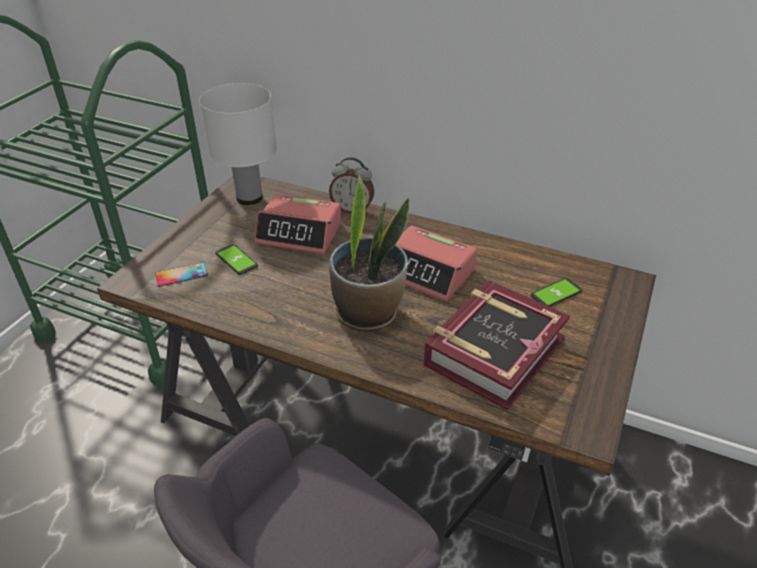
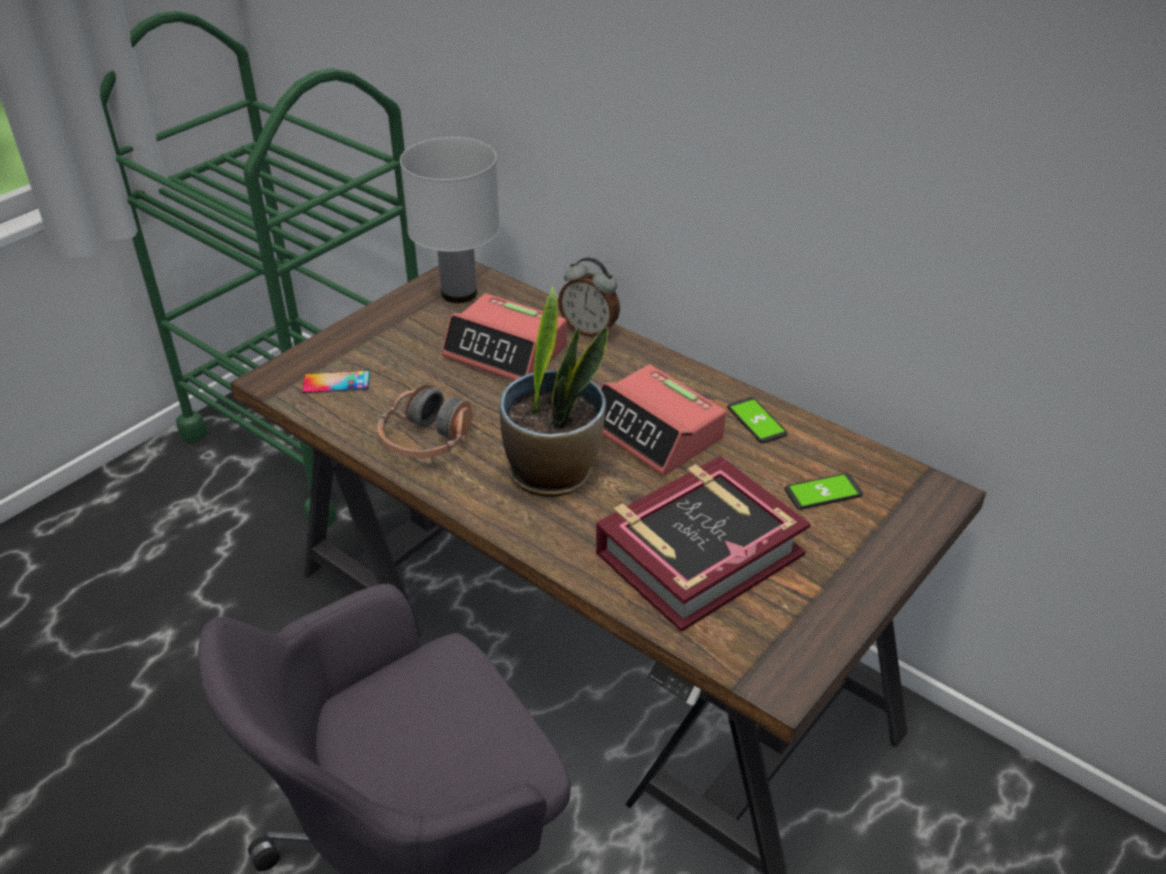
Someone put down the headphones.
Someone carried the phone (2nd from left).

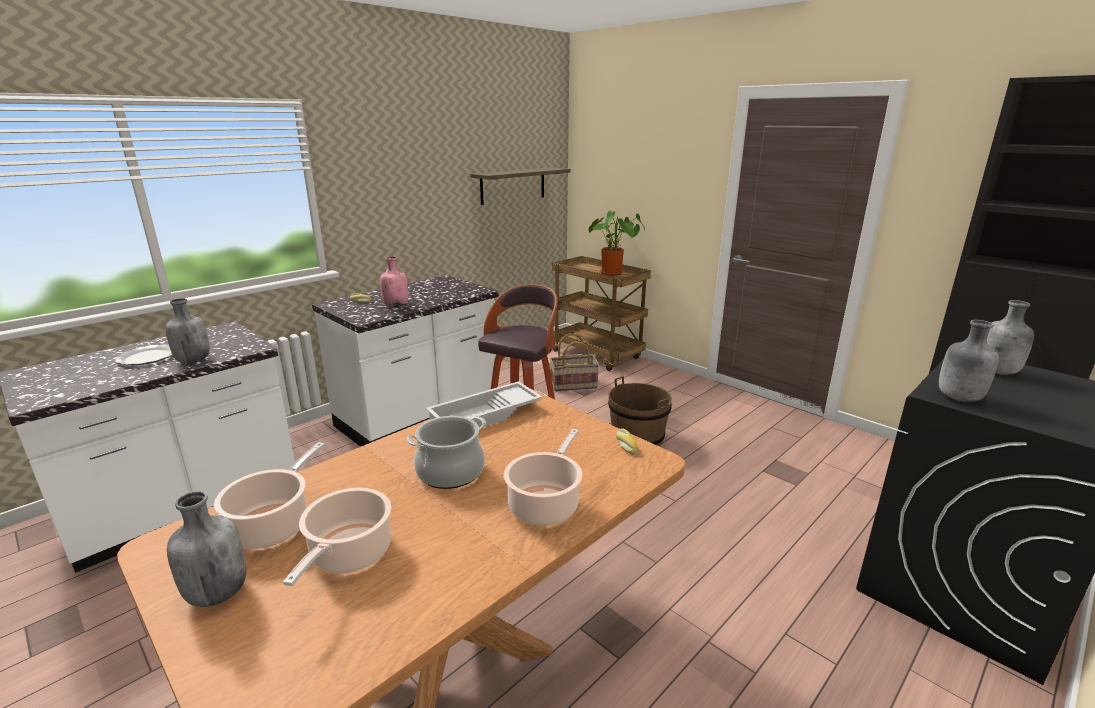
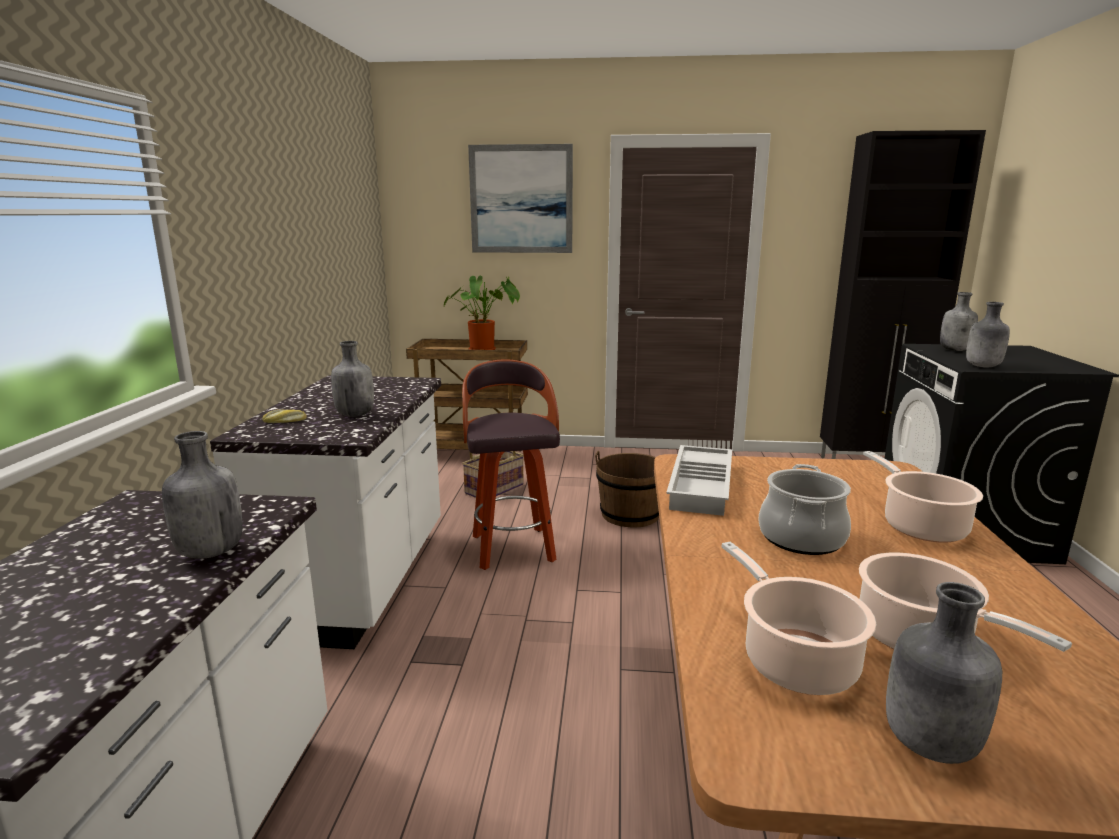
Someone took away the plate.
Someone took away the shelf.
Someone took away the bread (2nd from left).
Someone put up the picture.
Someone repainted the bottle in pink, which became the bottle in grey (2nd from left).

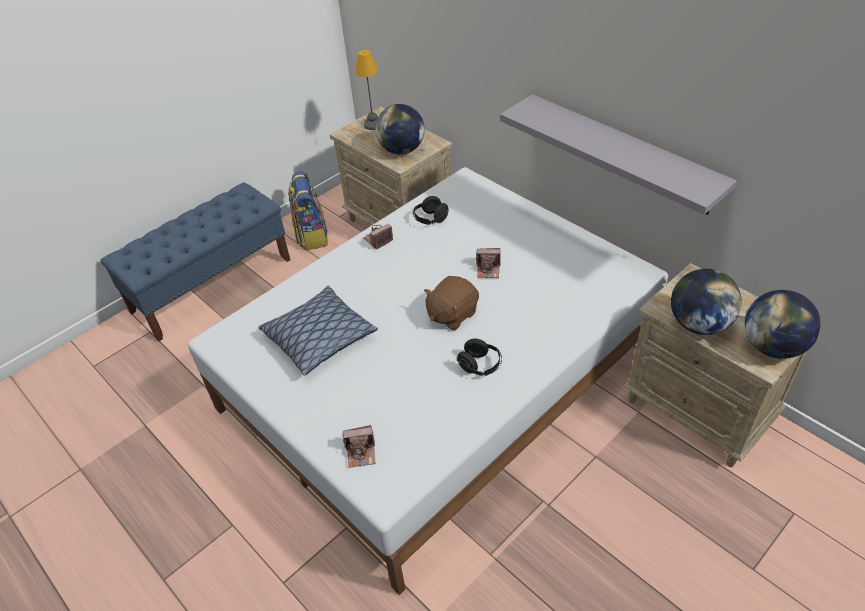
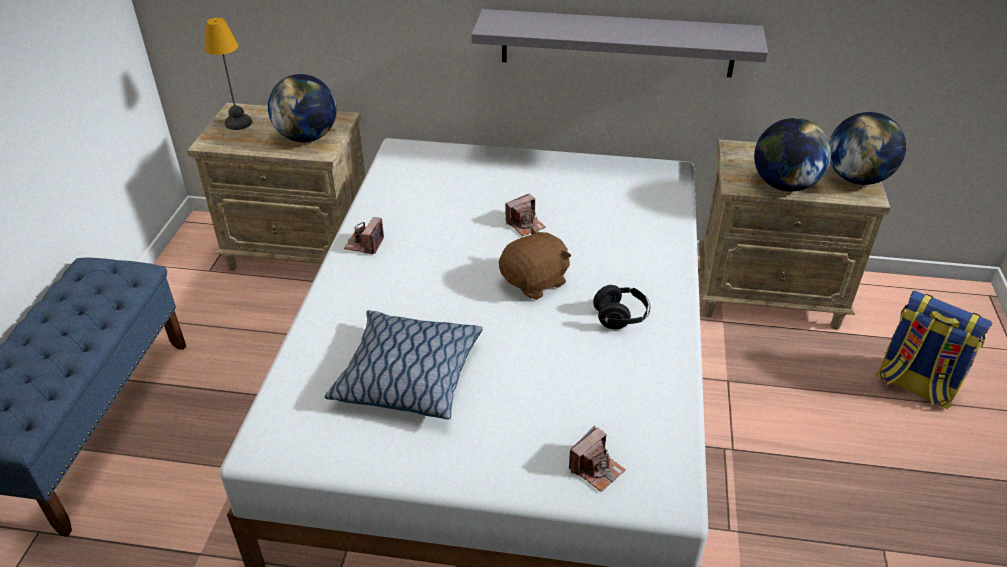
Someone took away the headphones in black (1st from left).
Someone carried the backpack.
Someone rotated the plush toy in brown by 135 degrees counterclockwise.

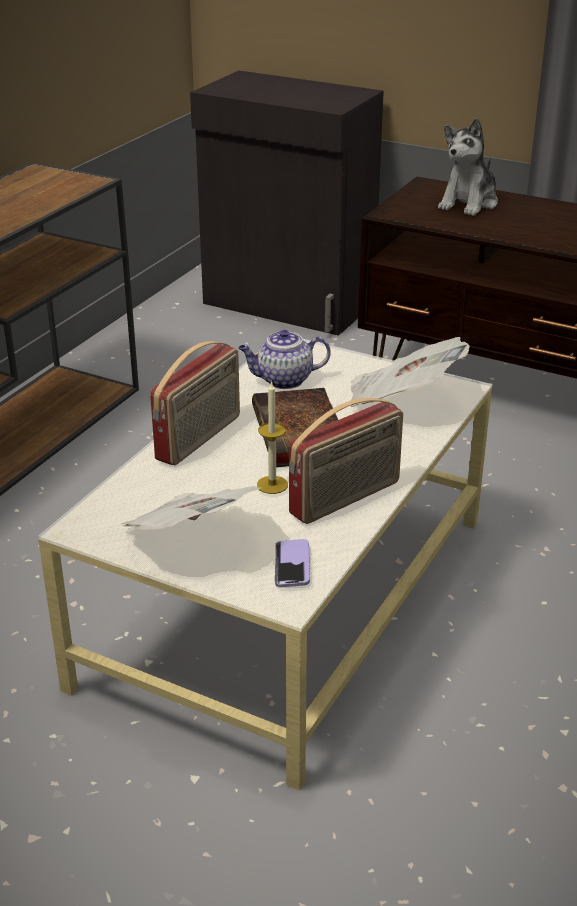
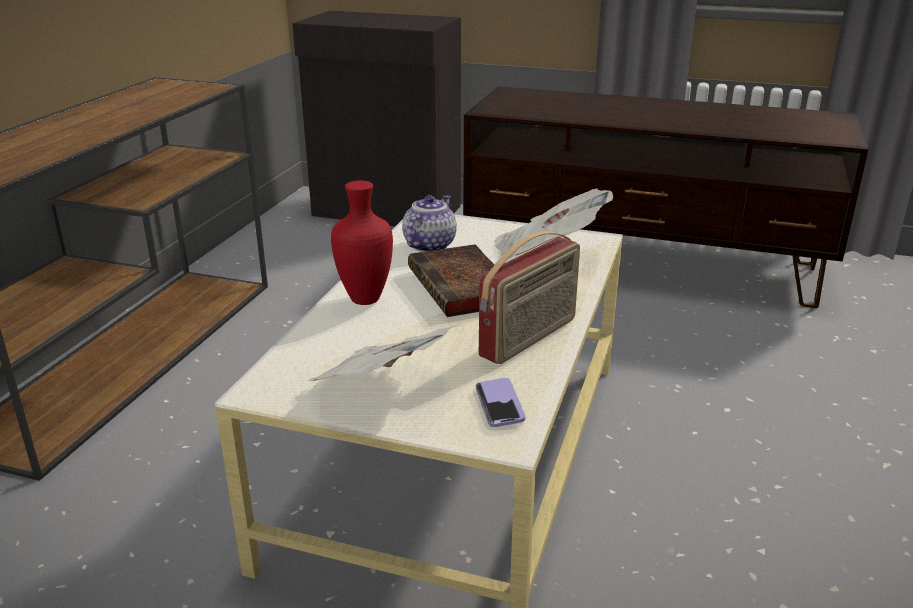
Someone took away the candle.
Someone took away the plush toy.
Someone swapped the radio (1st from left) for the vase in red.
Someone rotated the teapot by 135 degrees clockwise.

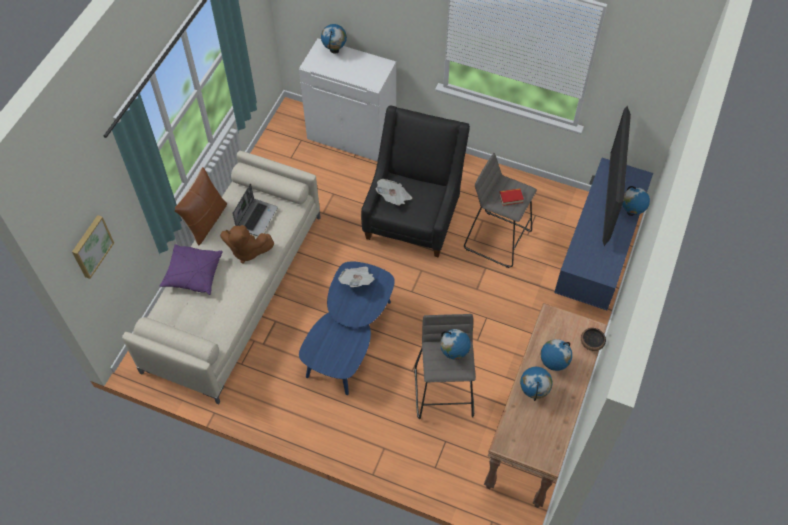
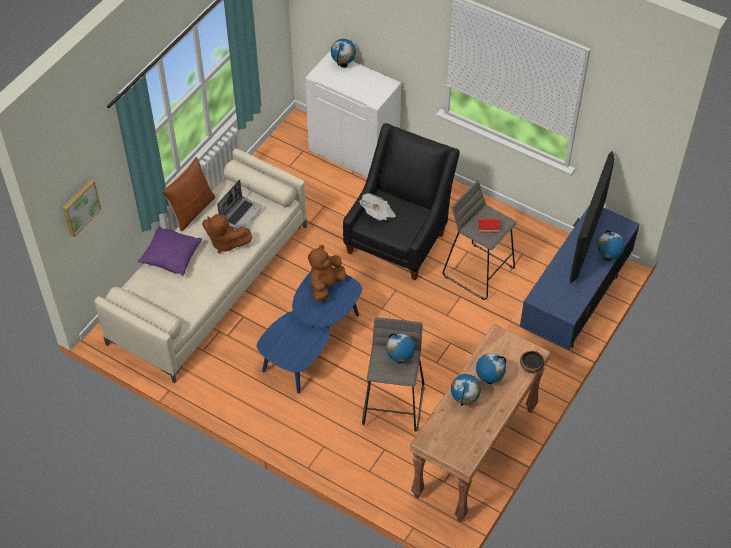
Someone swapped the newspaper (1st from left) for the plush toy in brown (2nd from left).

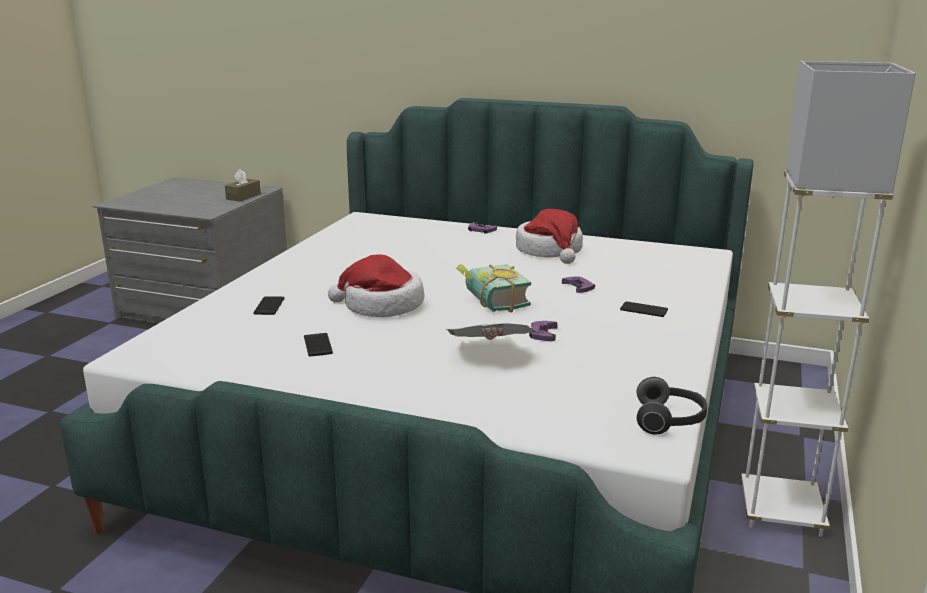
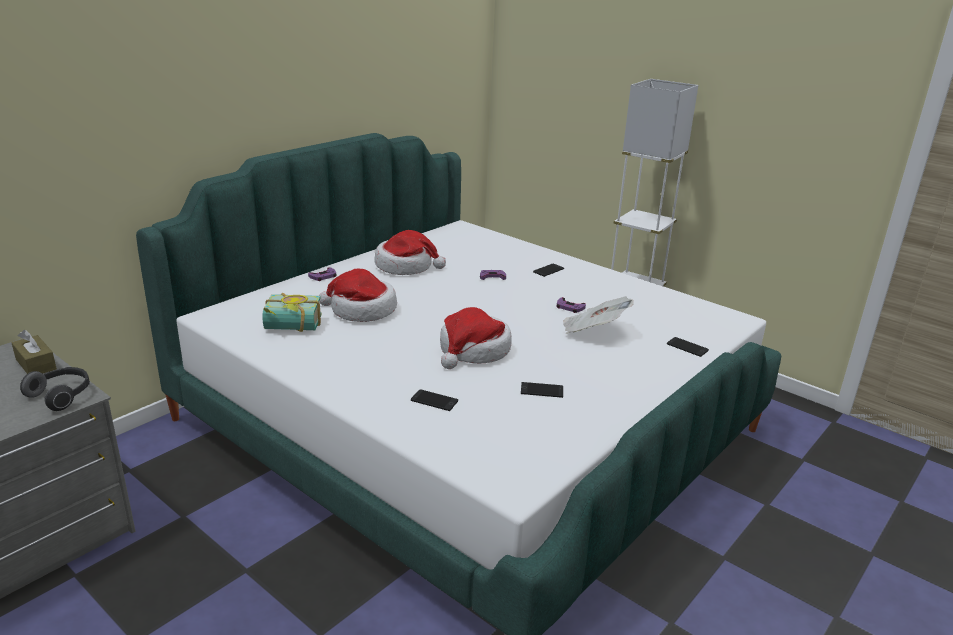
Someone put down the hat (1st from left).
Someone put down the phone (4th from left).
Someone carried the book.
Someone carried the headphones.

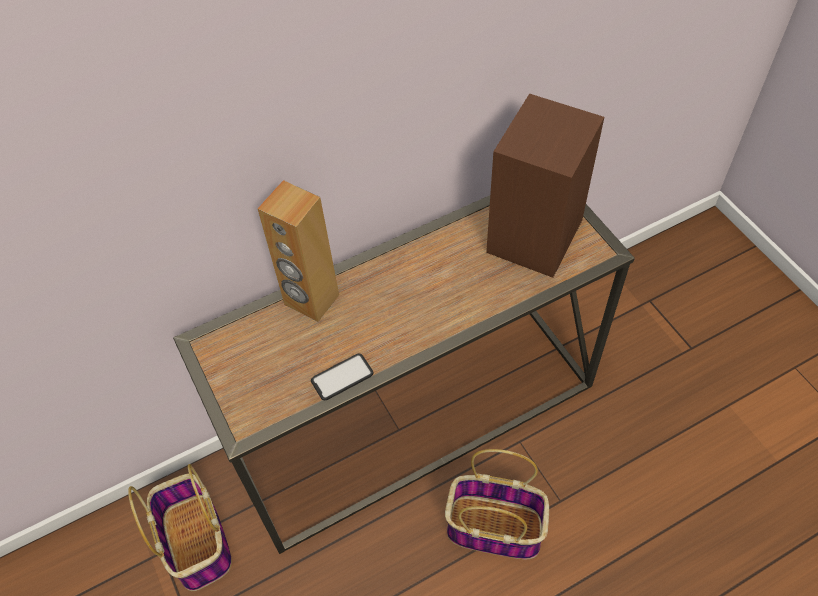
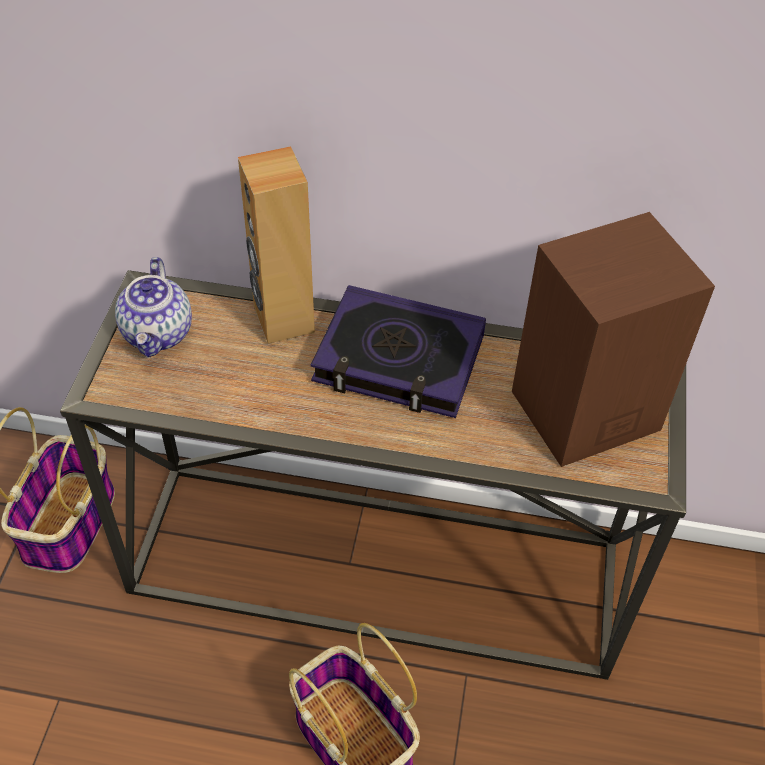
Someone took away the phone.
Someone put down the teapot.
Someone put down the book.

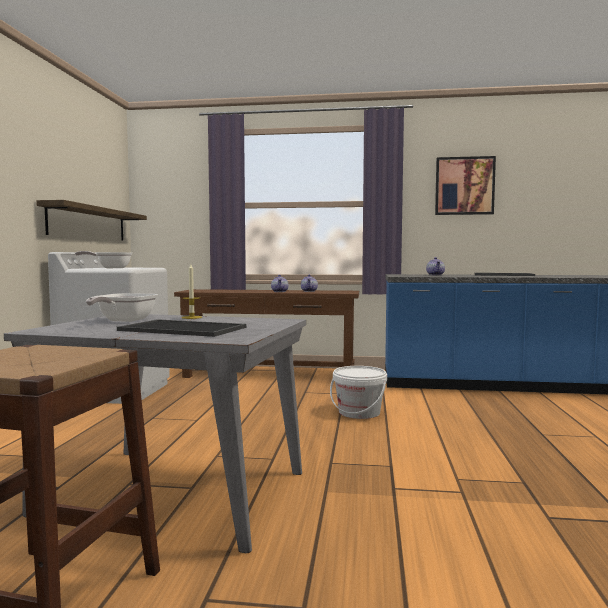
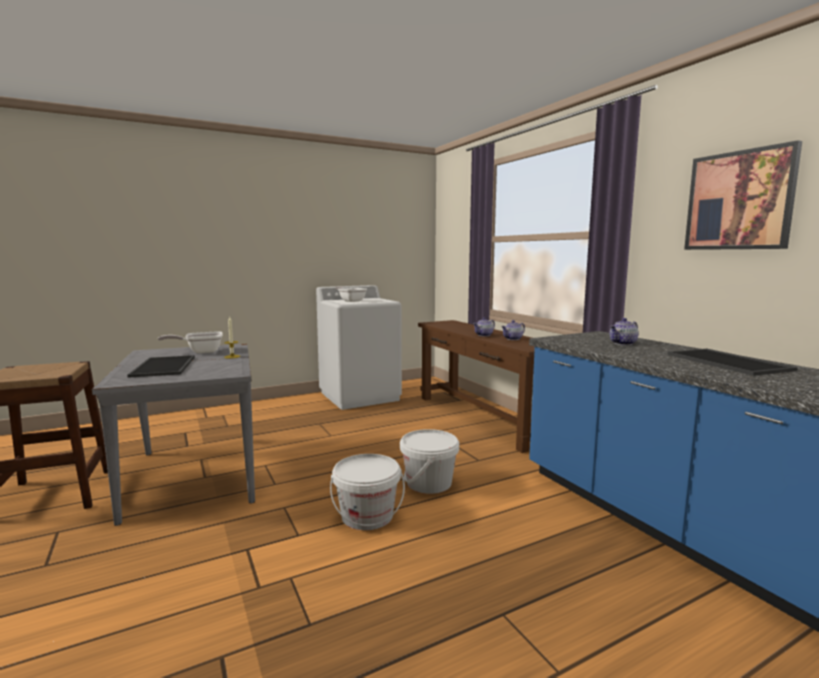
Someone took away the shelf.
Someone put down the bucket in white (1st from left).

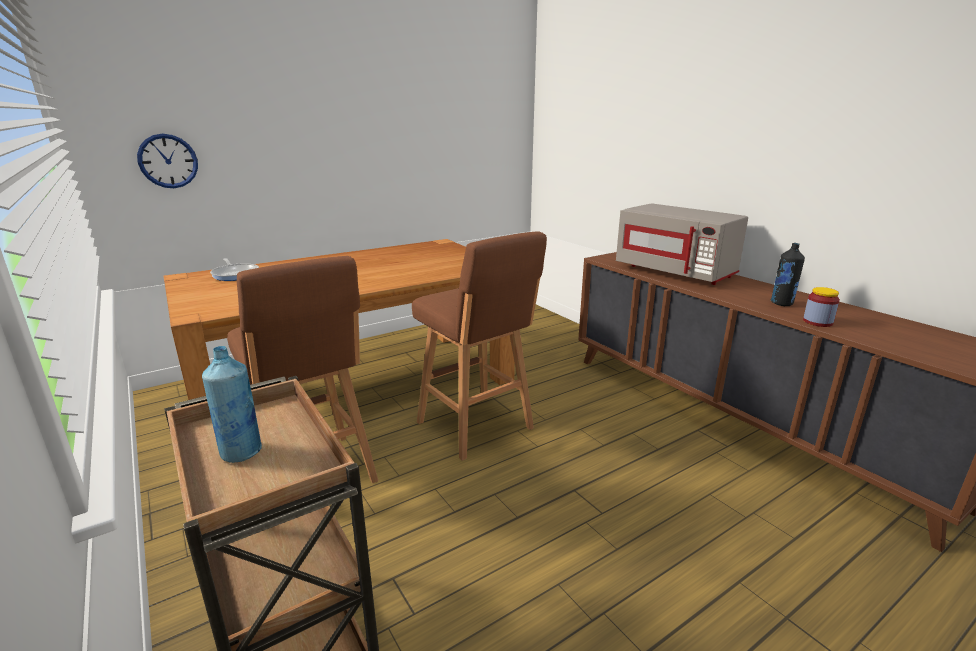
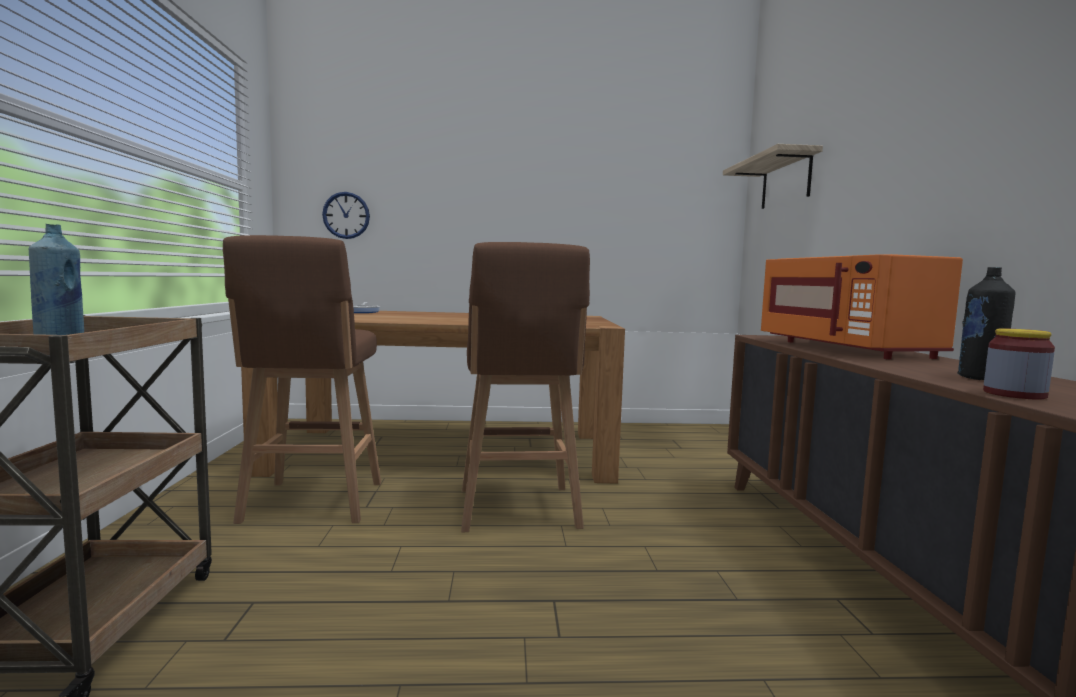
Someone put up the shelf.
Someone repainted the microwave in grey, which became the microwave in orange.

